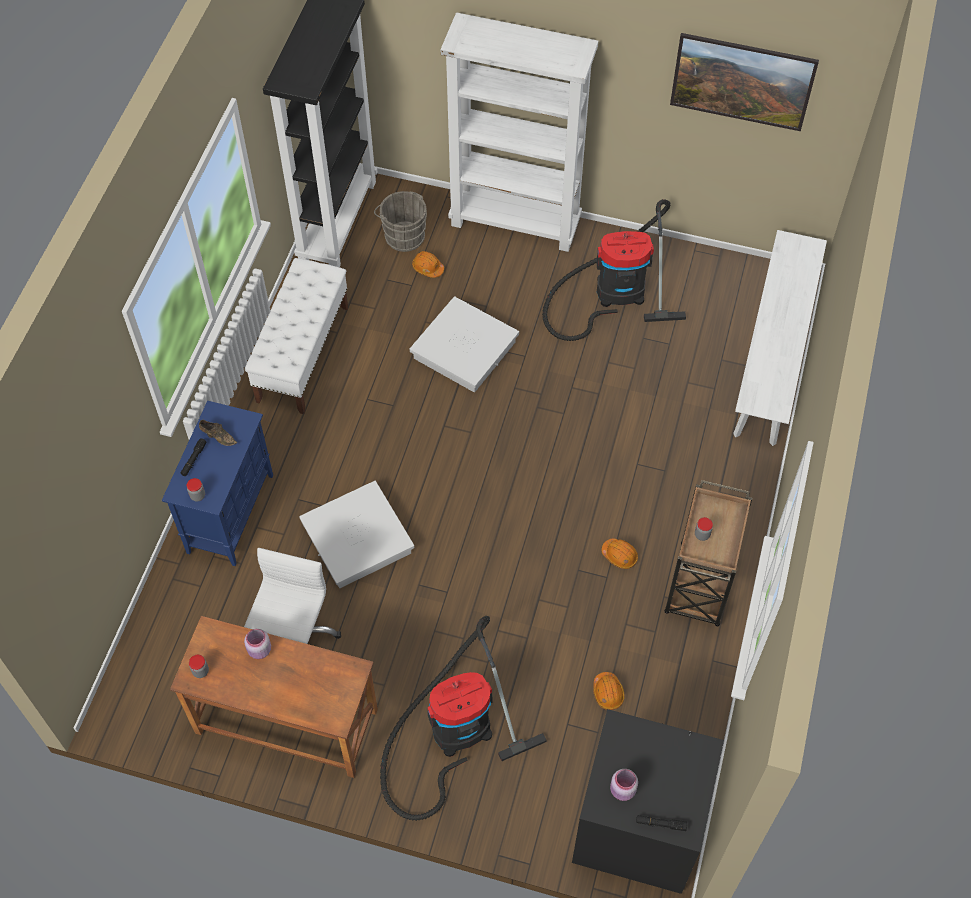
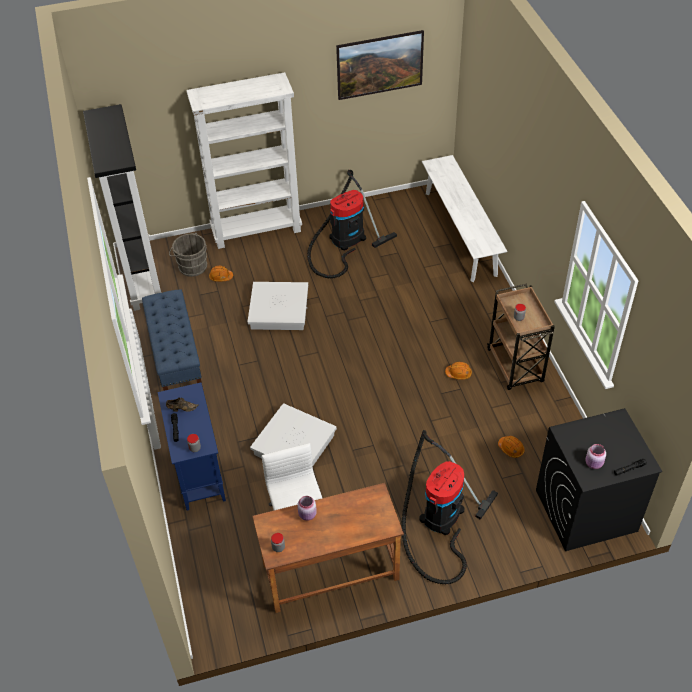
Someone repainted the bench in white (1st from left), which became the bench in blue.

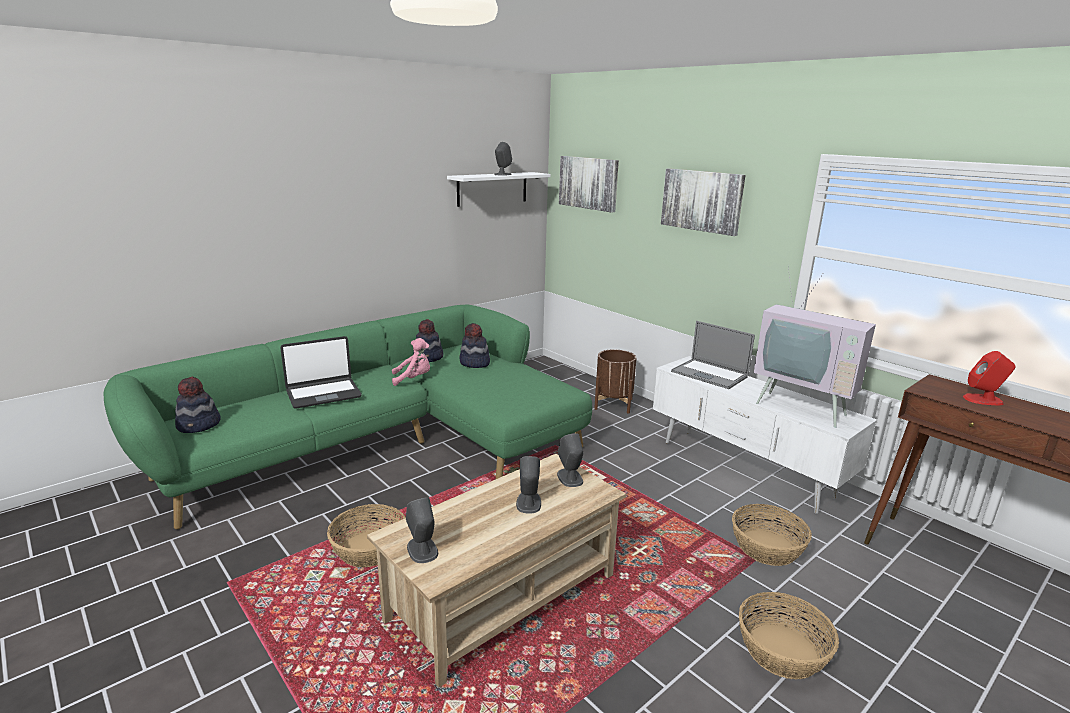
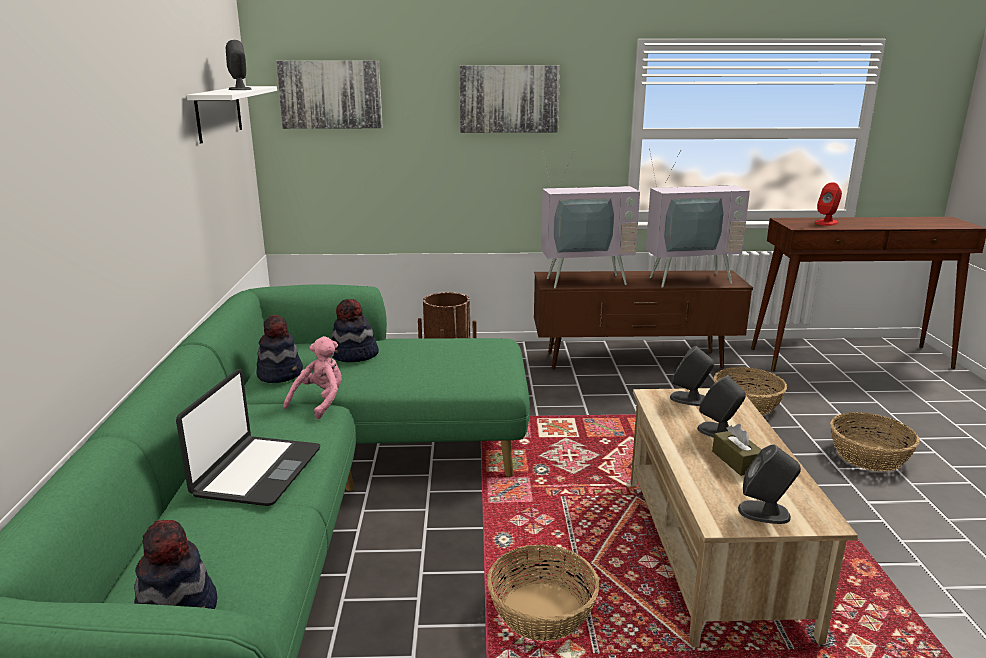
Someone put down the tissue box in brown.
Someone swapped the laptop (2nd from left) for the television (1st from left).
Someone repainted the tv stand in white, which became the tv stand in brown.

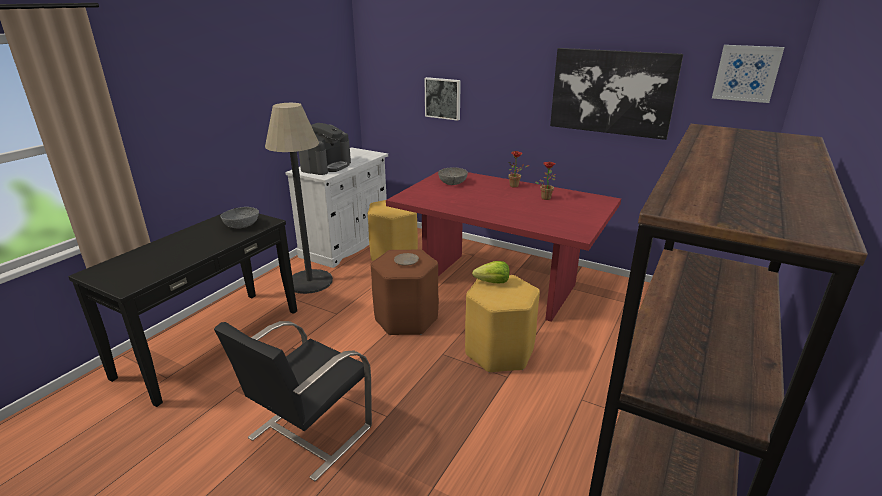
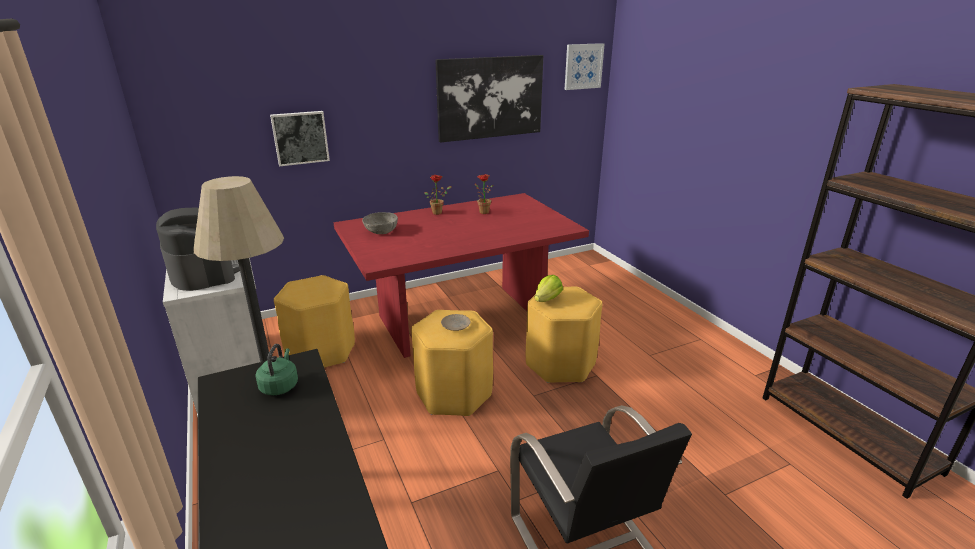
Someone swapped the bowl in grey (1st from left) for the kettle in green.
Someone repainted the stool in brown, which became the stool in yellow (2nd from left).

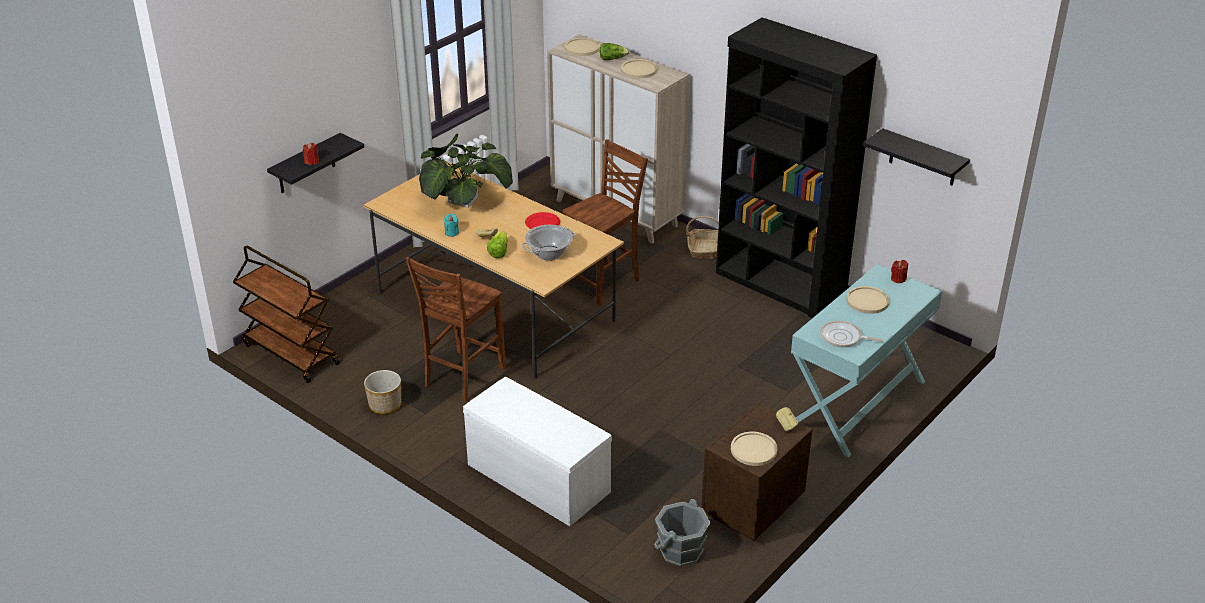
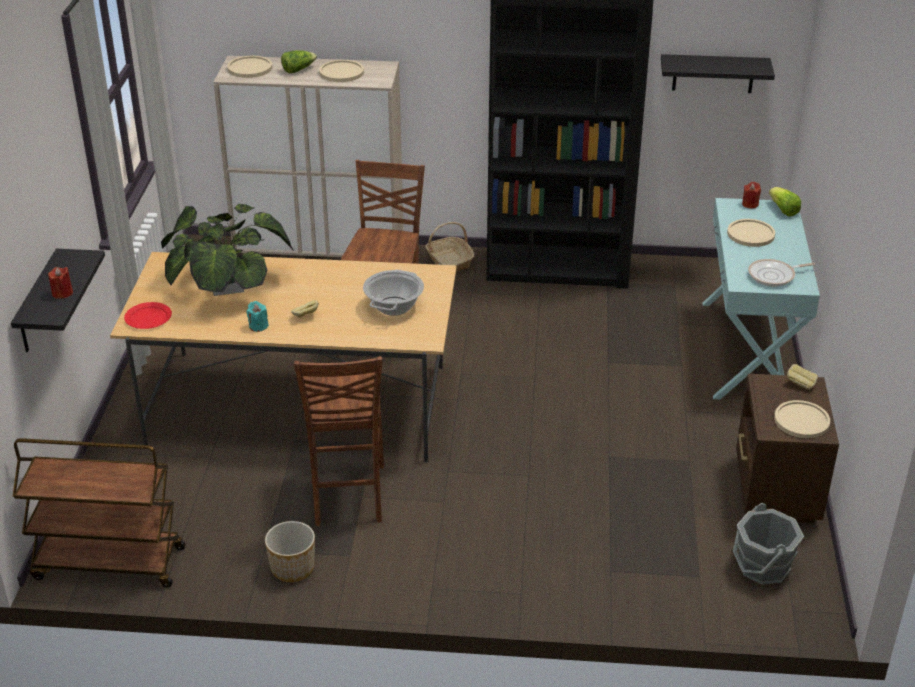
Someone took away the bench in white.
Someone carried the lettuce (1st from left in the first image).
Someone carried the plate in red.

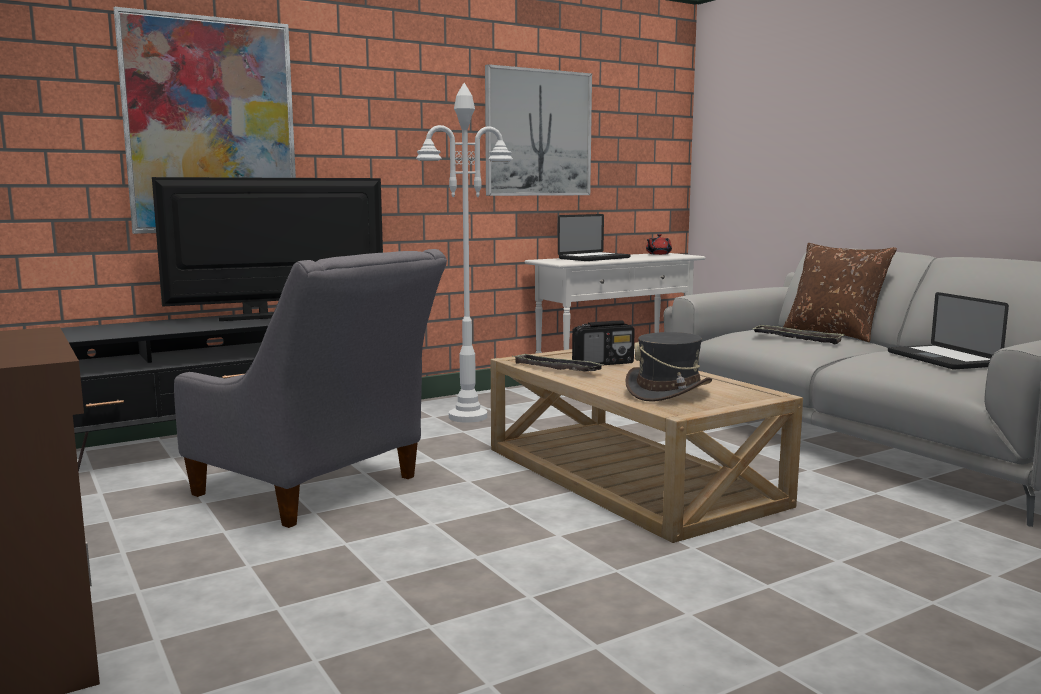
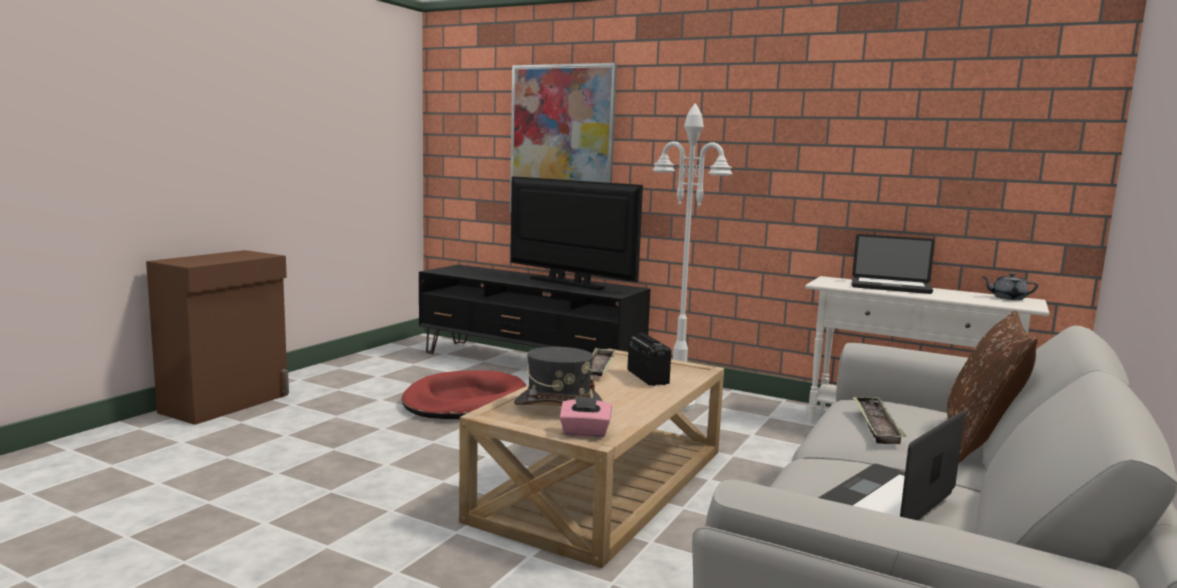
Someone took away the picture (2nd from left).
Someone put down the tissue box in pink.
Someone swapped the armchair in grey for the dog bed in red.
Someone repainted the teapot in red, which became the teapot in grey.
Someone rotated the radio by 150 degrees counterclockwise.

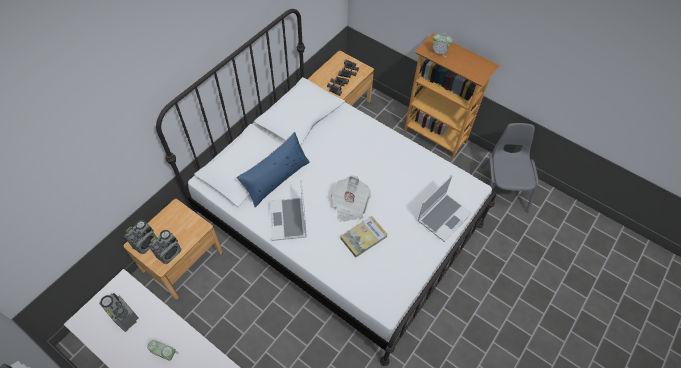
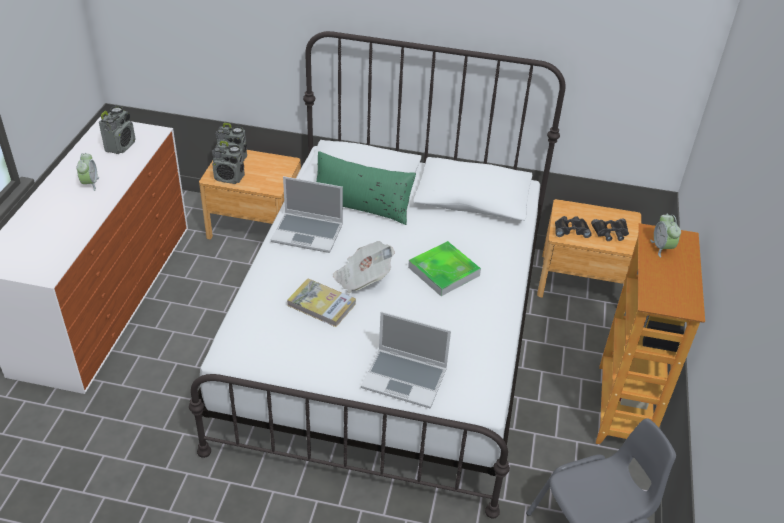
Someone put down the tray.
Someone repainted the pillow in blue, which became the pillow in green.
Someone rotated the laptop (1st from left) by 135 degrees counterclockwise.

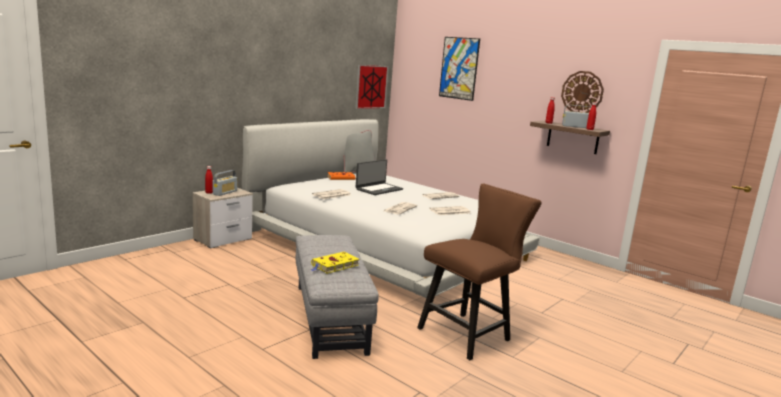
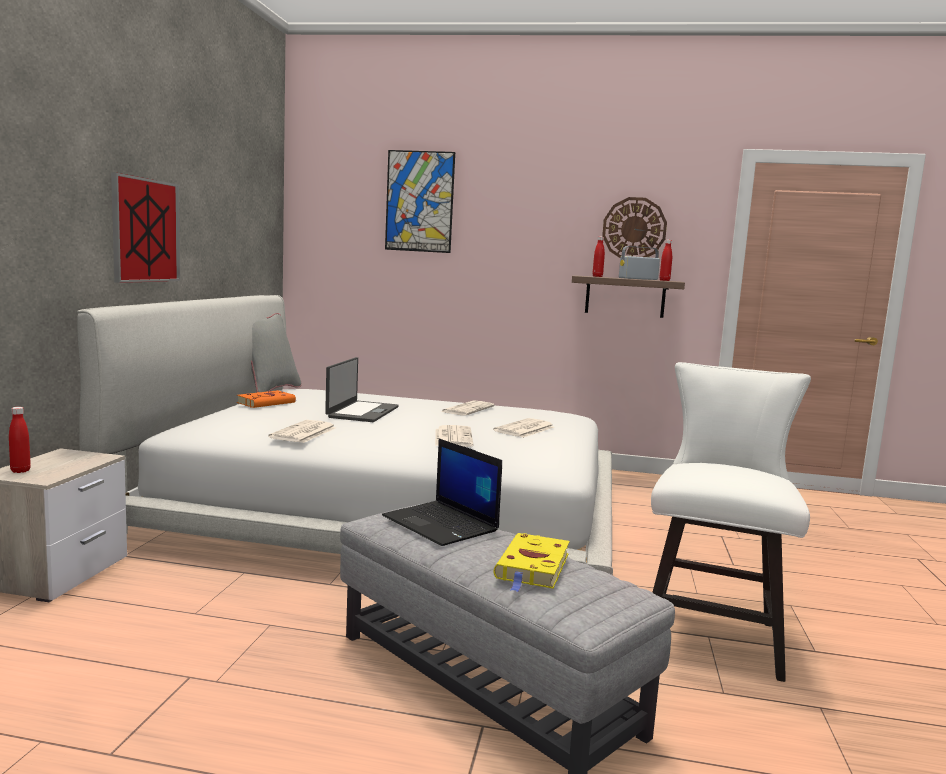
Someone took away the radio (1st from left).
Someone put down the laptop (2nd from left).
Someone carried the picture (1st from left).
Someone repainted the chair in brown, which became the chair in white.

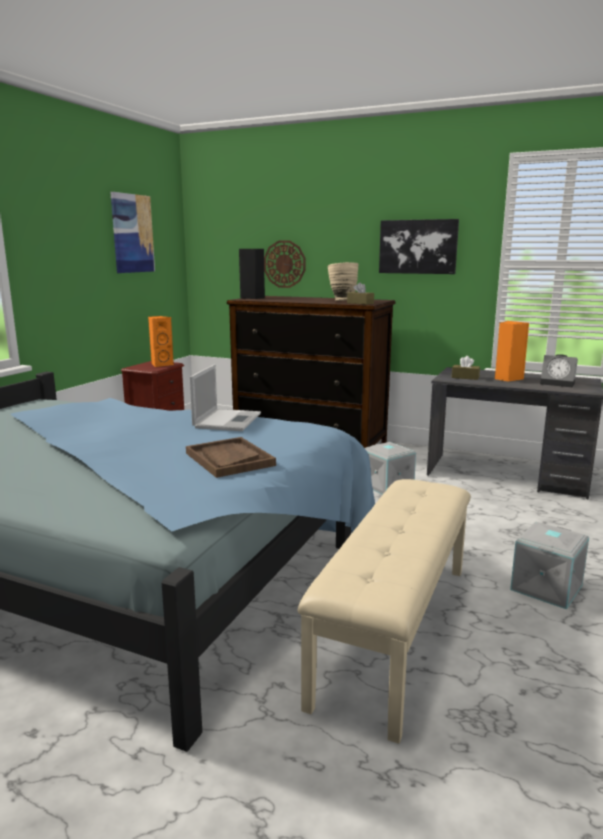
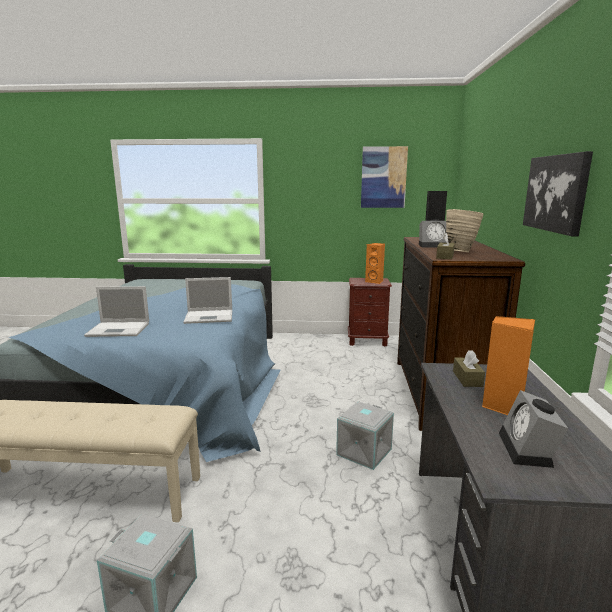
Someone took away the wall clock.
Someone put down the alarm clock (1st from left).
Someone swapped the tray in brown for the laptop (1st from left).

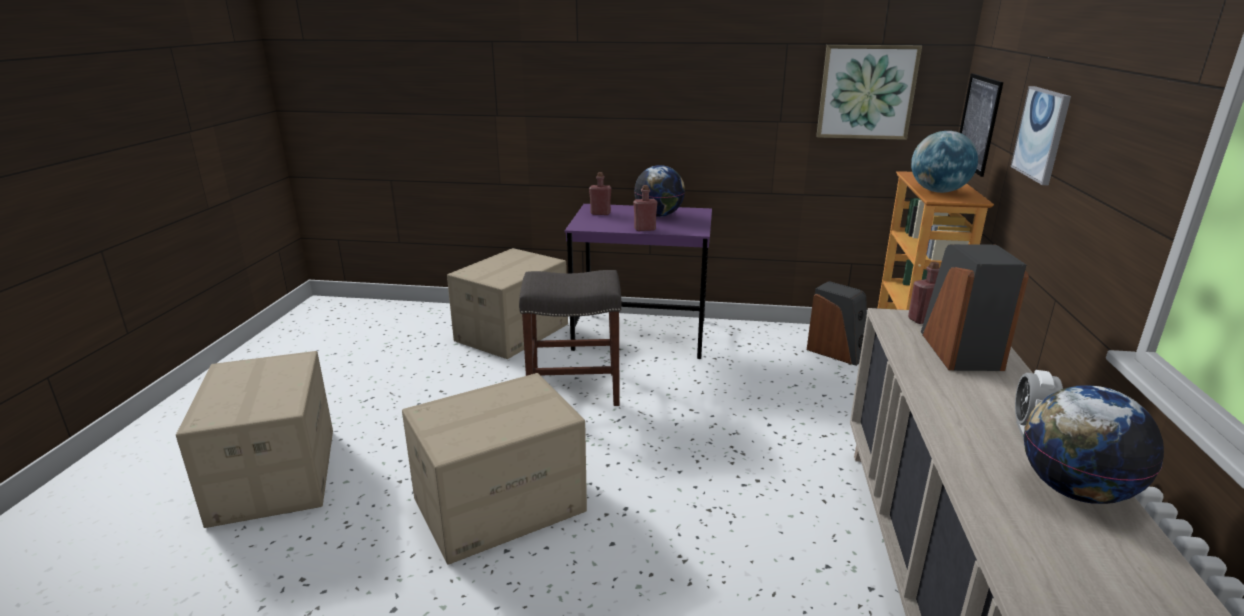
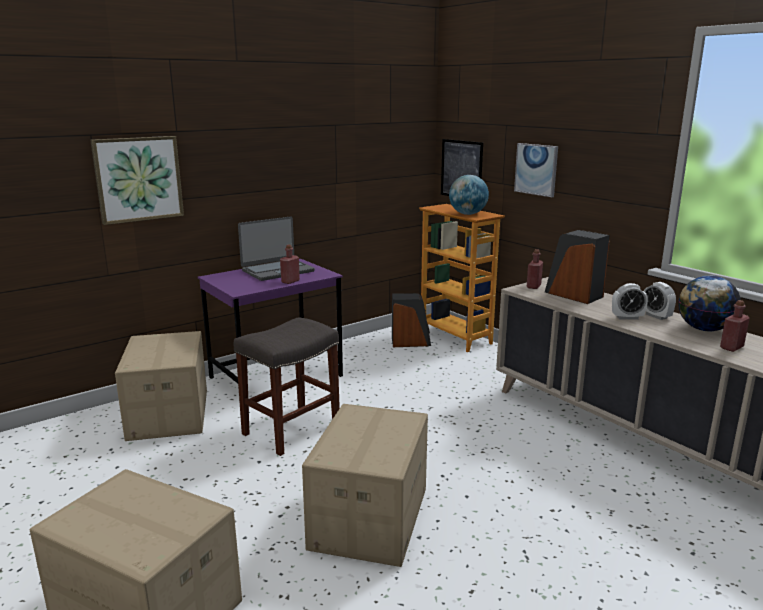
Someone put down the alarm clock (1st from left).
Someone carried the bottle in red (1st from left in the first image).
Someone carried the picture (1st from left).
Someone swapped the globe (1st from left) for the laptop.

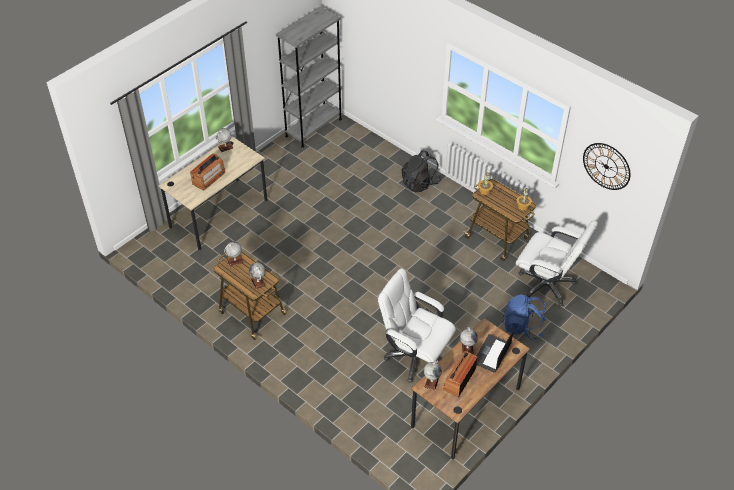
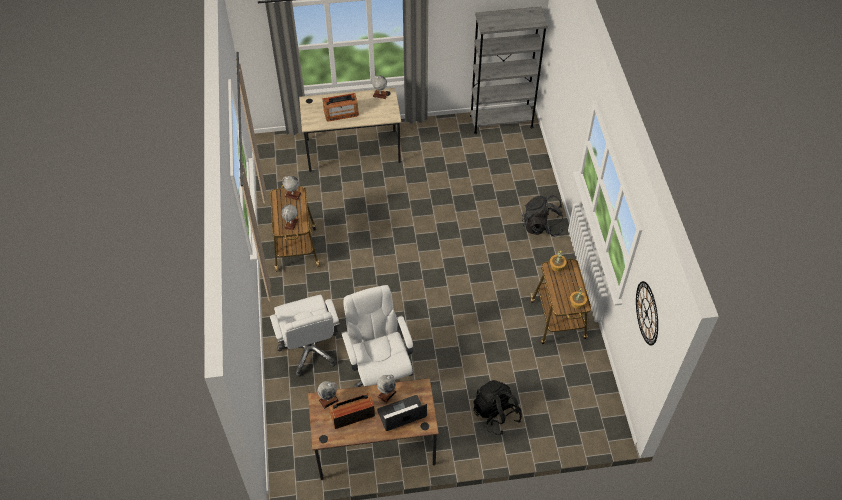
Someone carried the office chair in white (2nd from left in the first image).
Someone repainted the backpack in blue, which became the backpack in black (1st from left).

